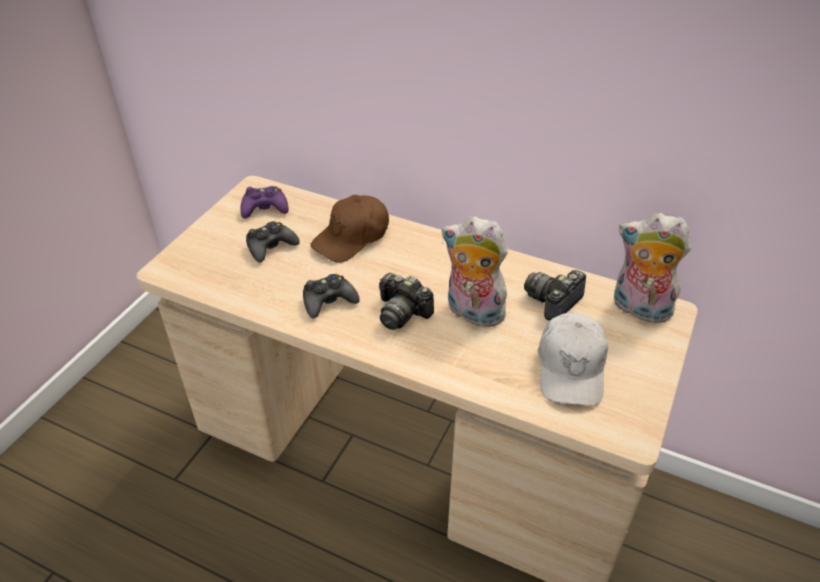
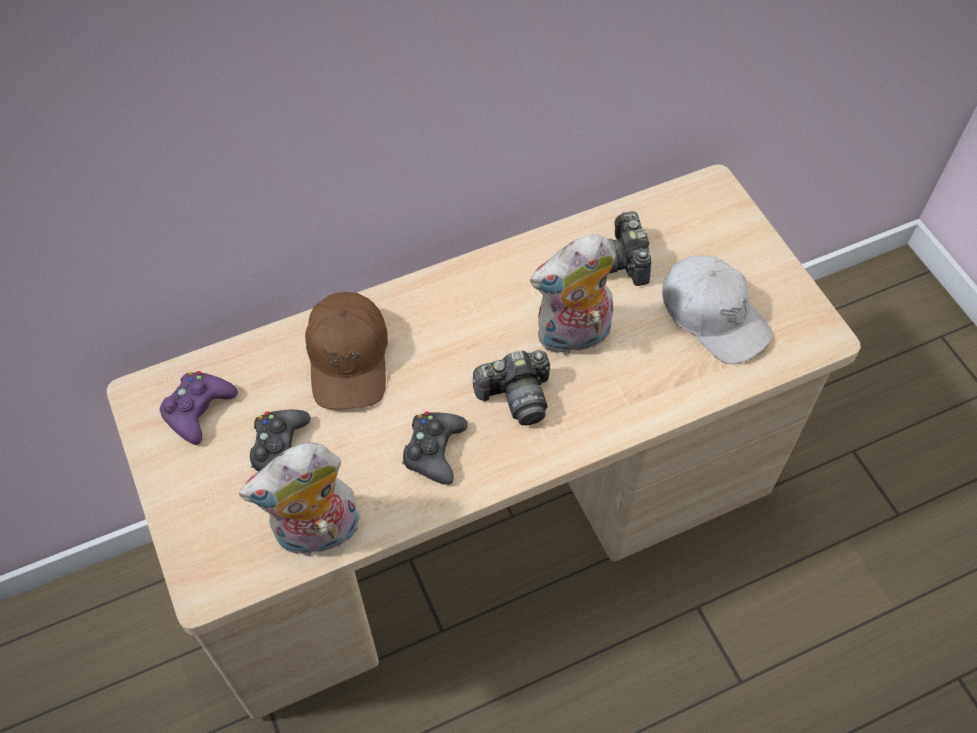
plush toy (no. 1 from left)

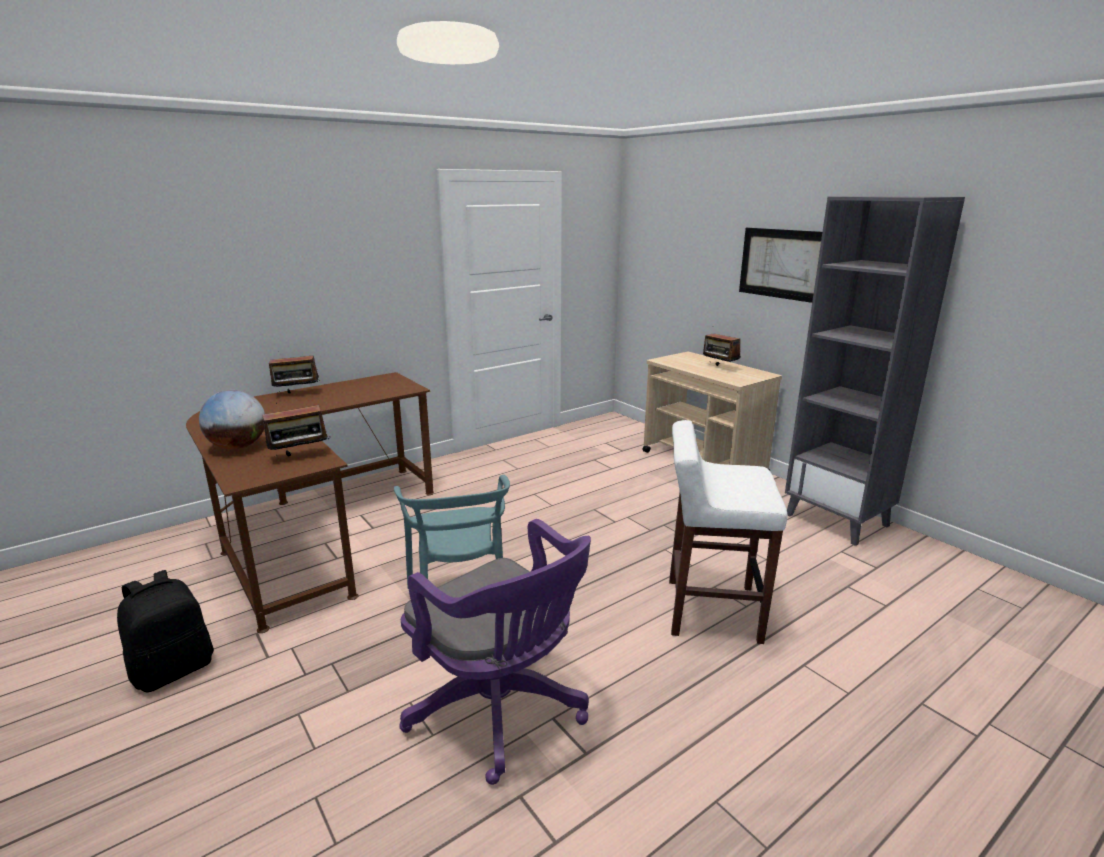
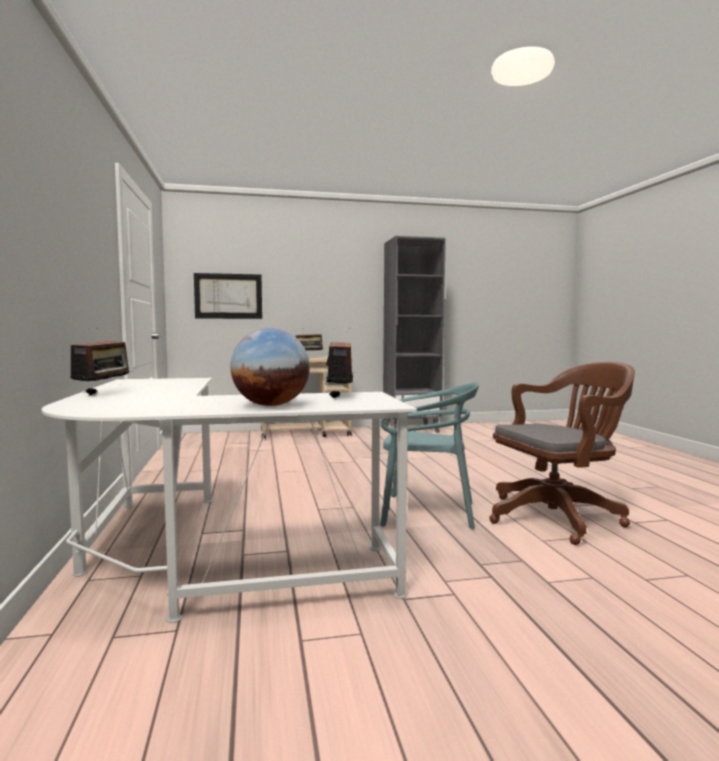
black-coloured backpack; white stool seat; picture; white desk table; brownish computer chair

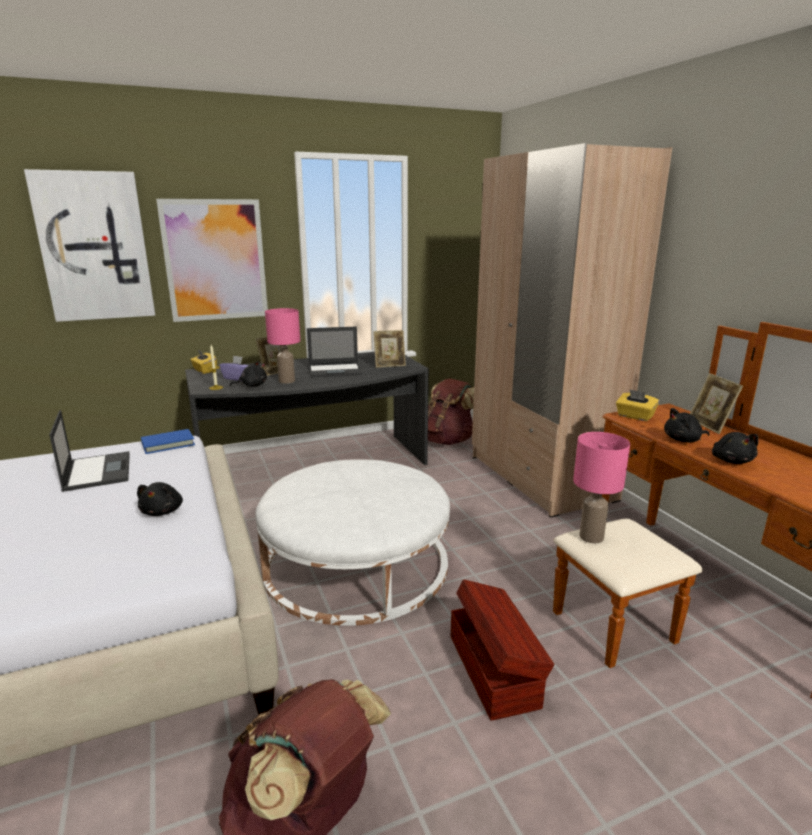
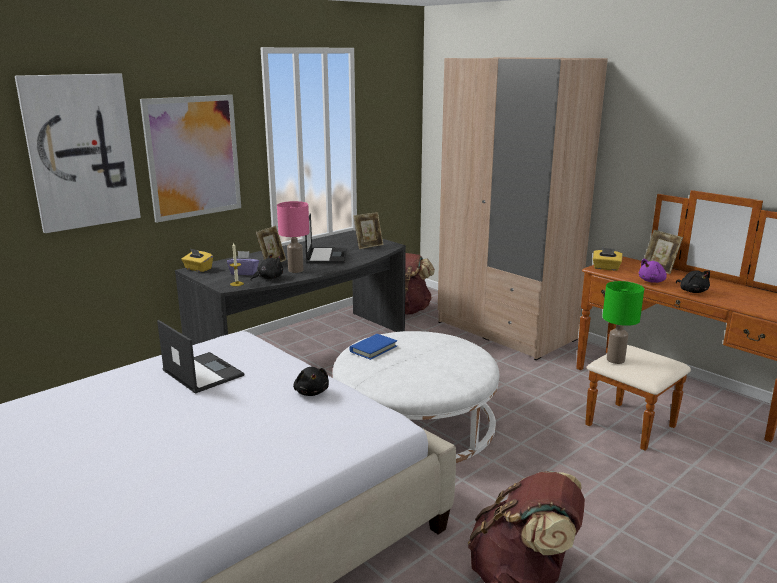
brownish storage box; blue bound book; greenish lamp for a table; purplish plush toy; notebook computer (no. 2 from left)

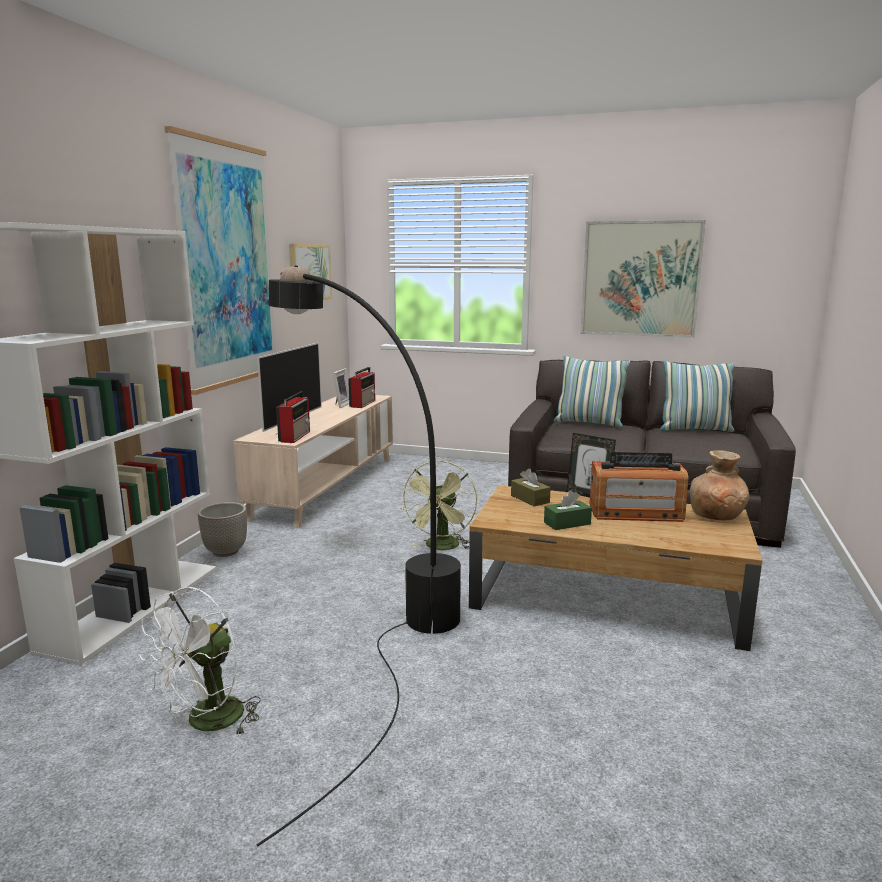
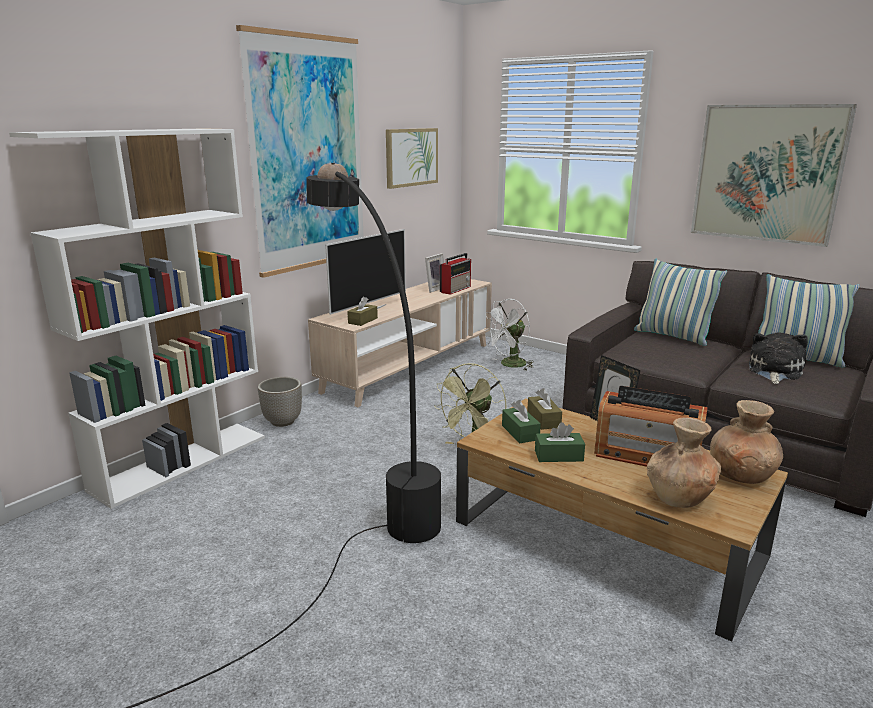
greenish box of tissues (no. 1 from left); brownish decorative vase (no. 1 from left); plush toy; white electric fan; brownish box of tissues (no. 1 from left)

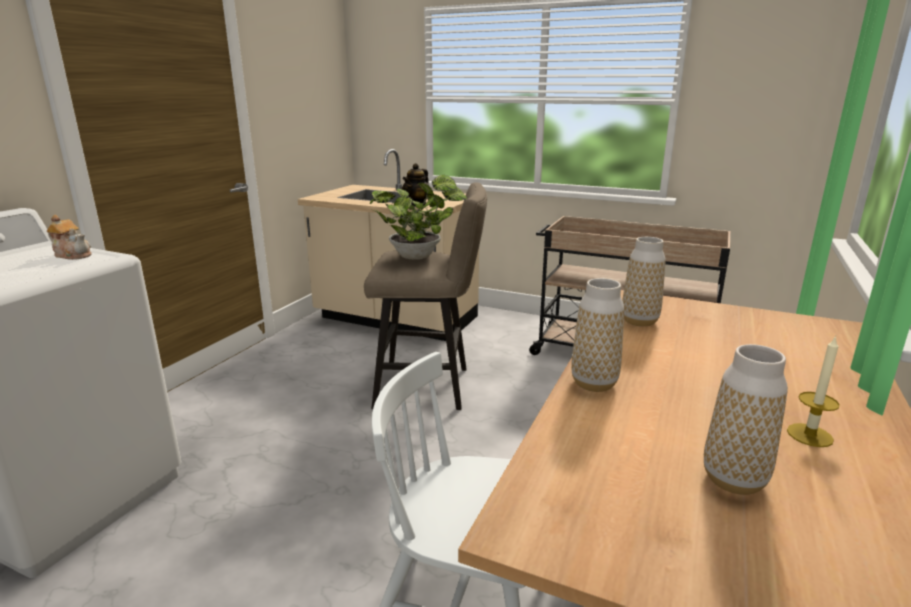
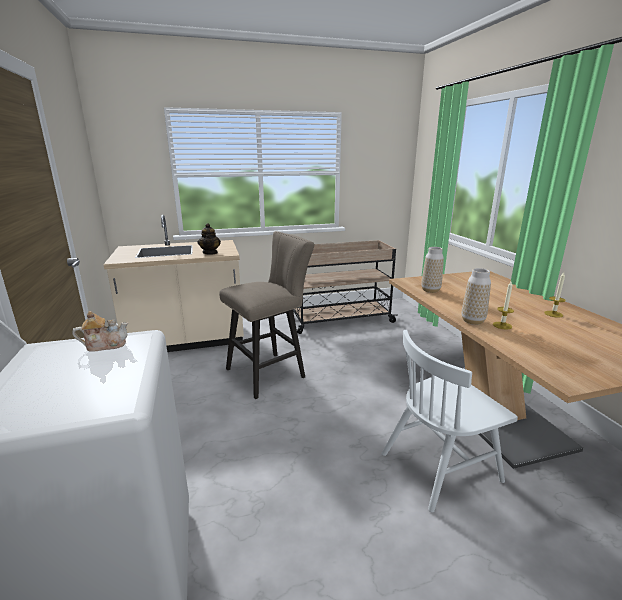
potted plant; decorative vase (no. 3 from left in the first image); wax candle (no. 1 from left)

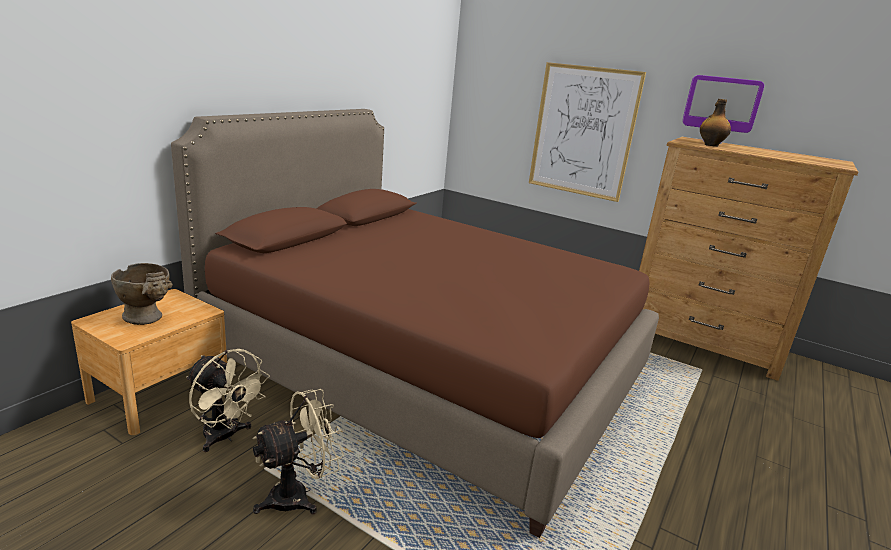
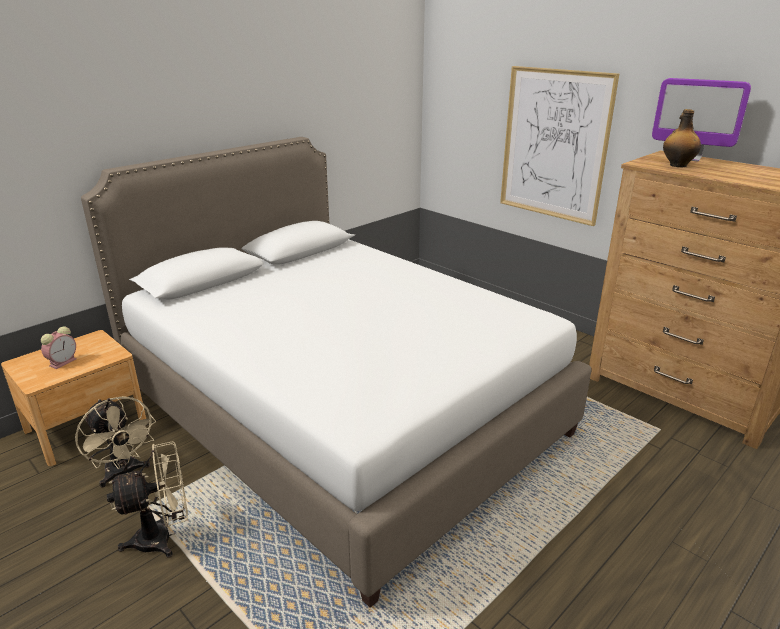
table clock; white sleeping bed

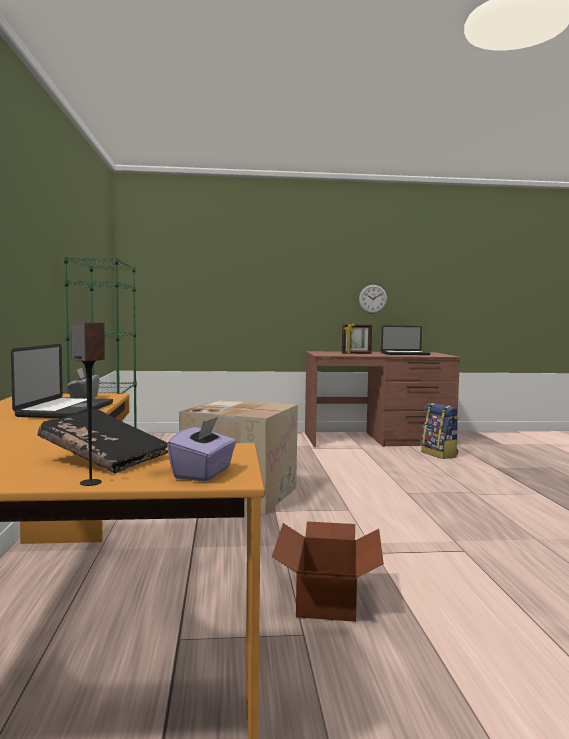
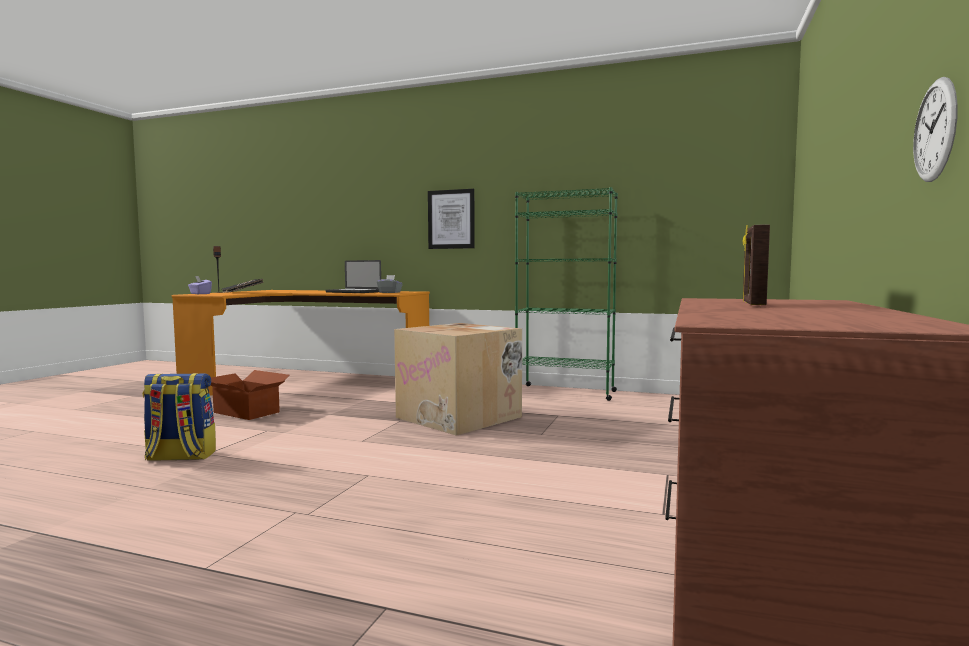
notebook computer (no. 2 from left in the first image); picture; backpack

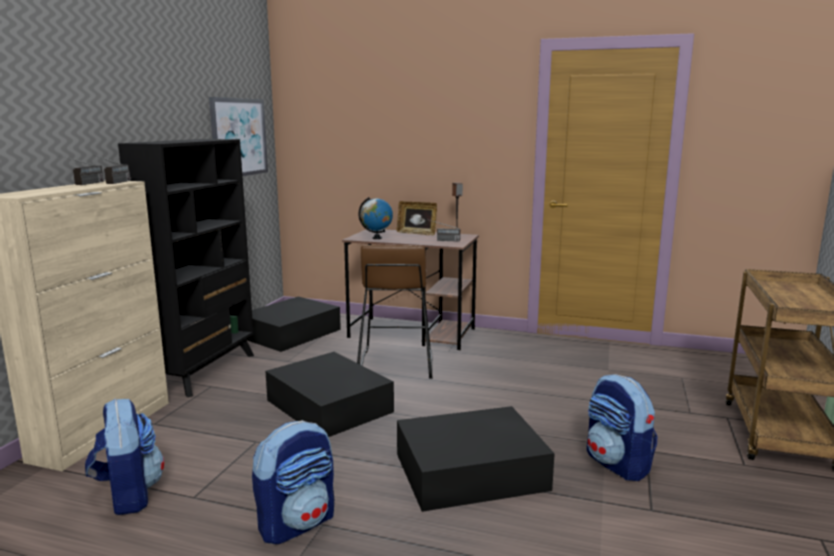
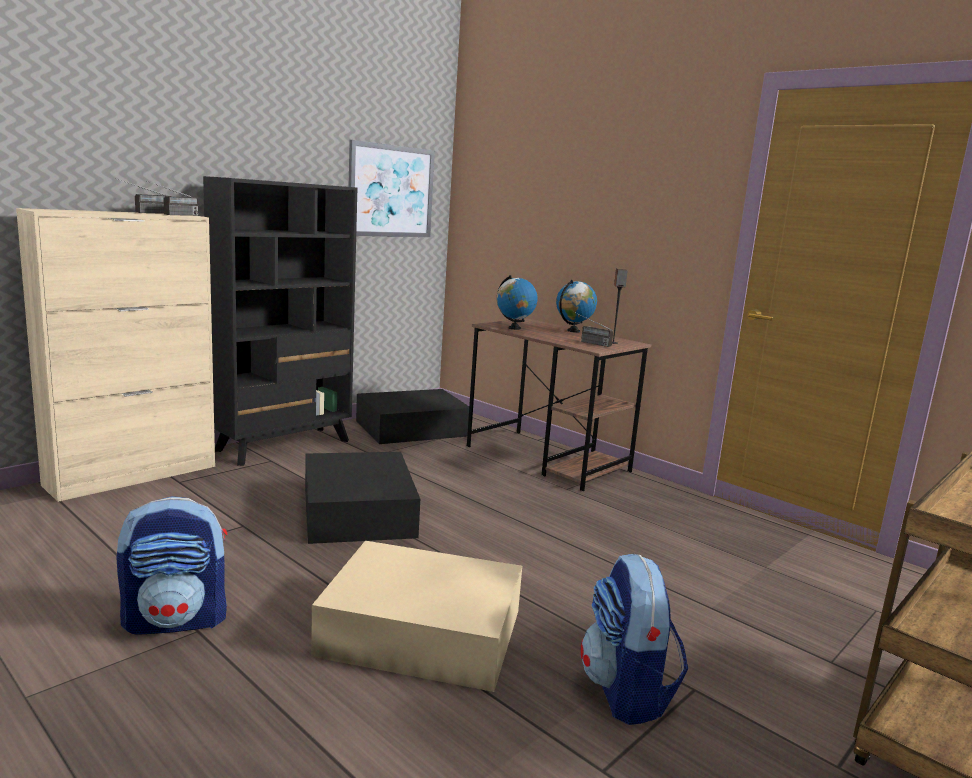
backpack (no. 1 from left in the first image); brownish stool seat; globe (no. 2 from left); beige storage box

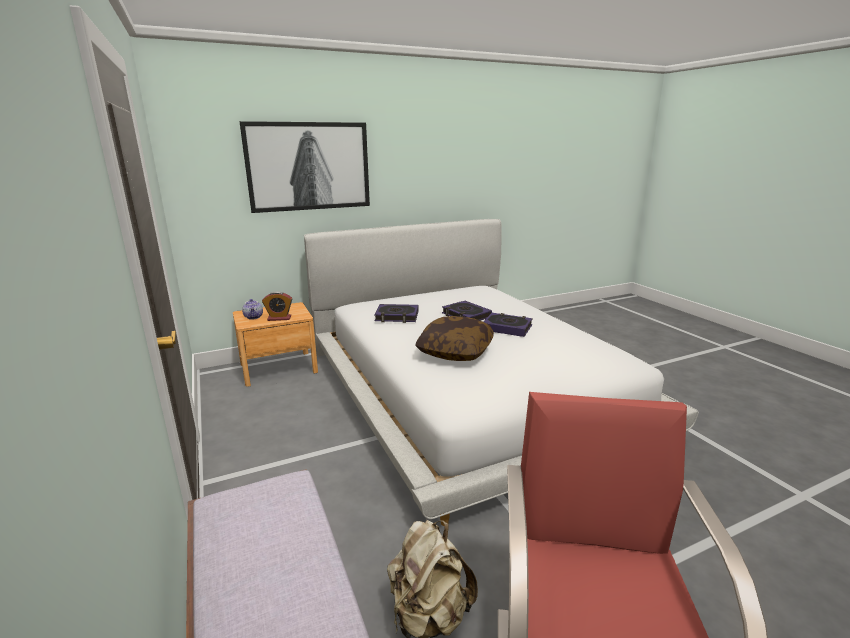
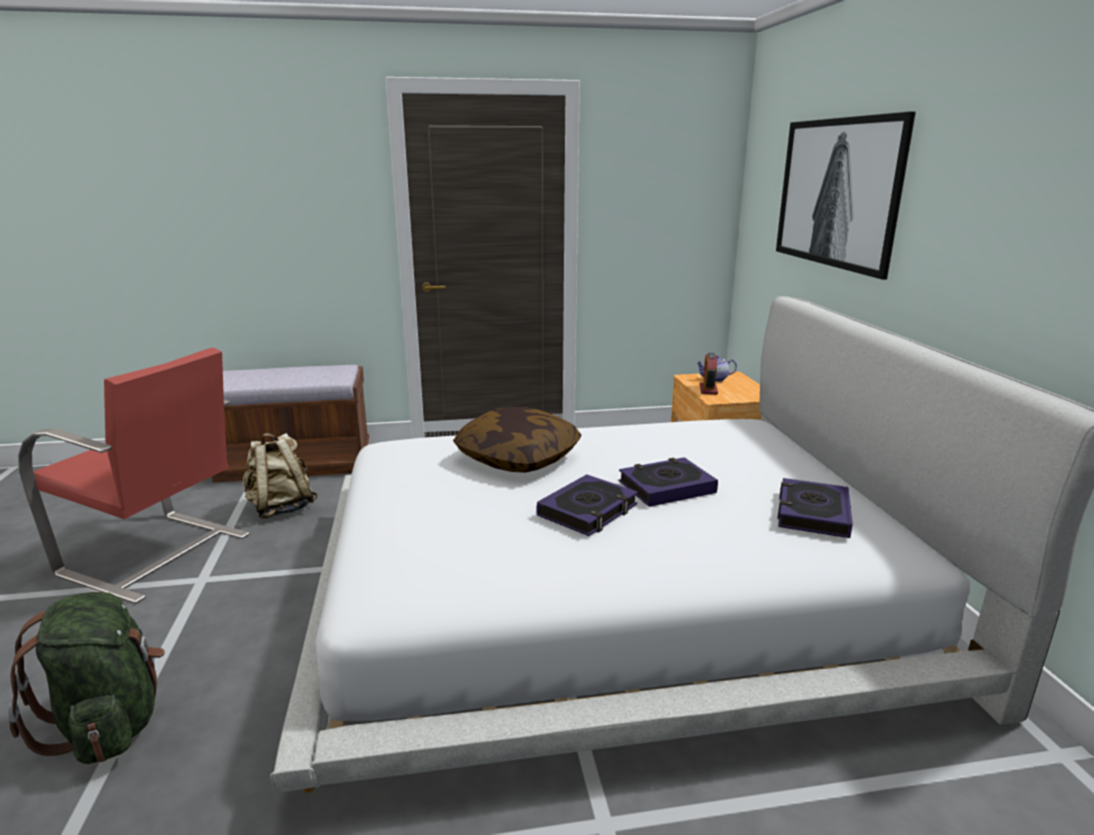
greenish backpack; bound book (no. 3 from left)

